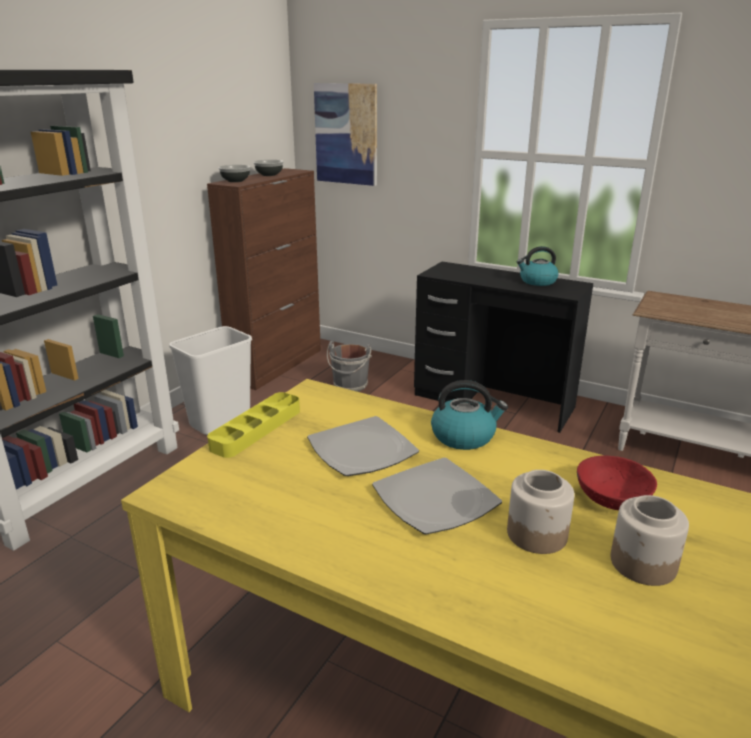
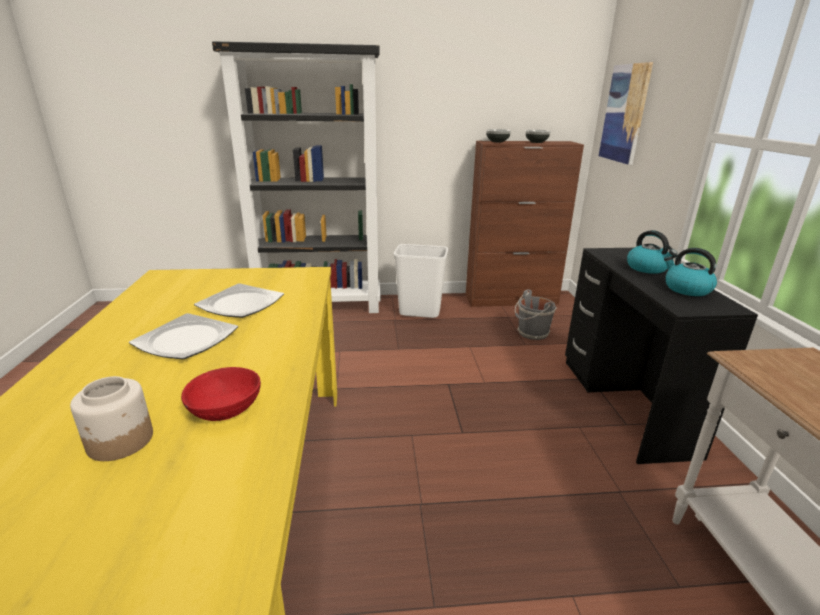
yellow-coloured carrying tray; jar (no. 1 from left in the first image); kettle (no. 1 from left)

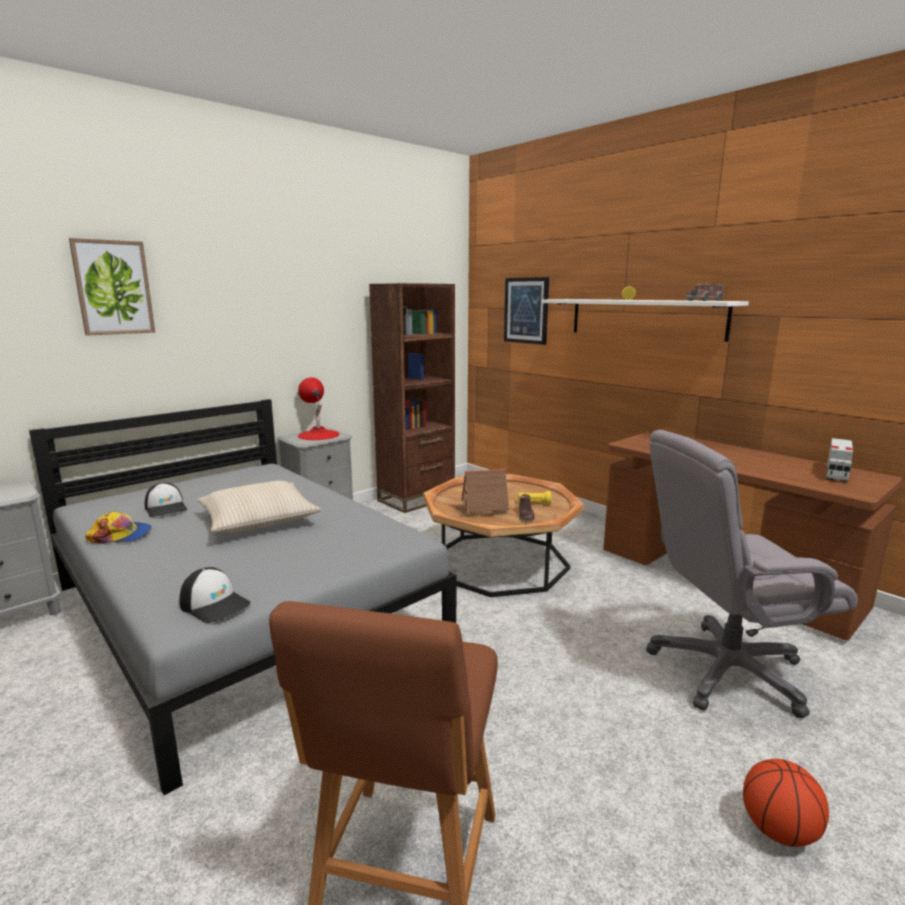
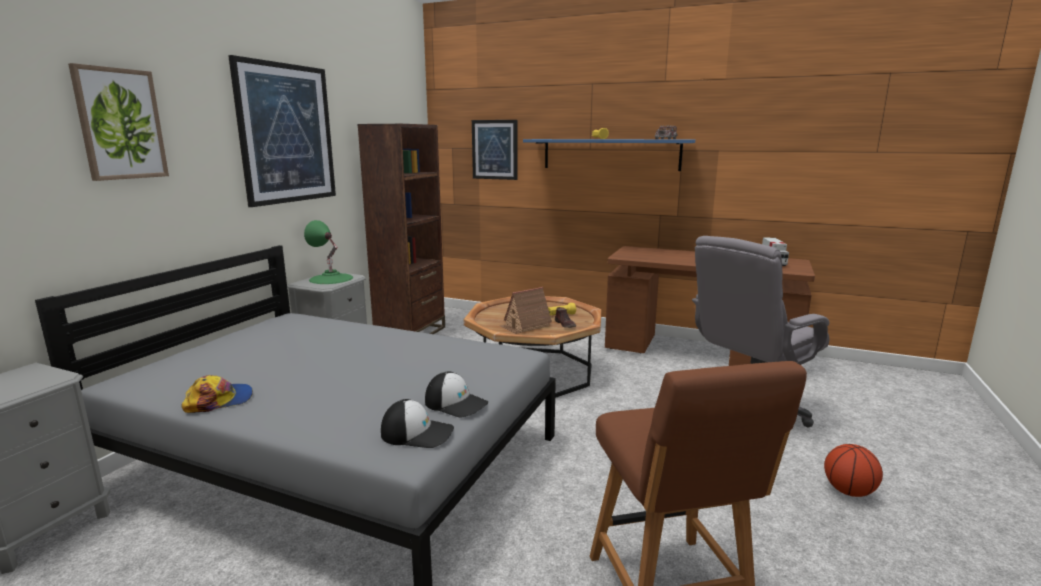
beige pillow; picture (no. 2 from left); peaked cap (no. 3 from left); greenish lamp for a table; blue bracket shelf

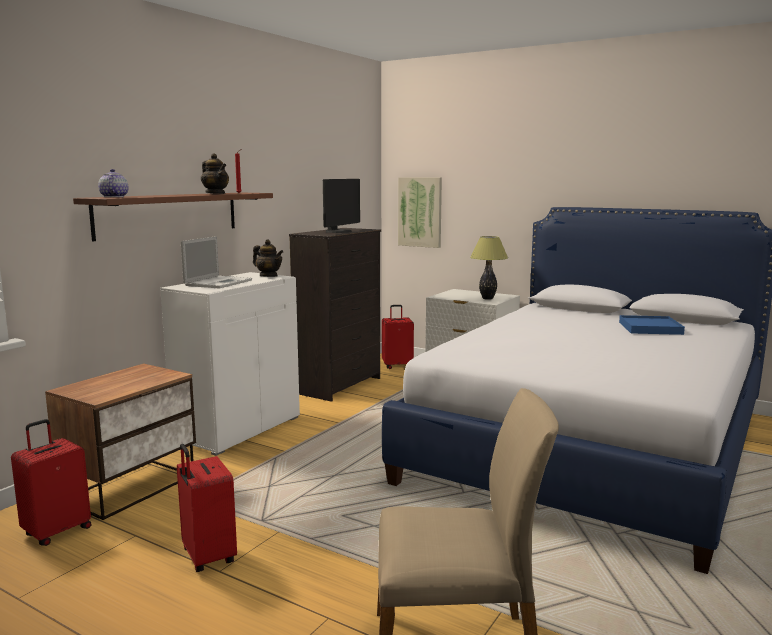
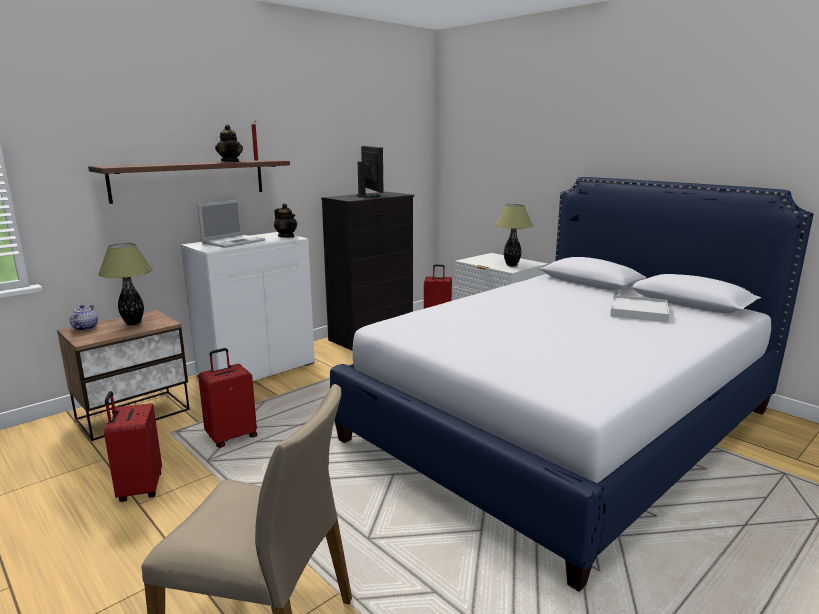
picture; lamp for a table (no. 1 from left); reddish piece of luggage (no. 2 from left); pot for tea (no. 1 from left); white carrying tray; computer screen

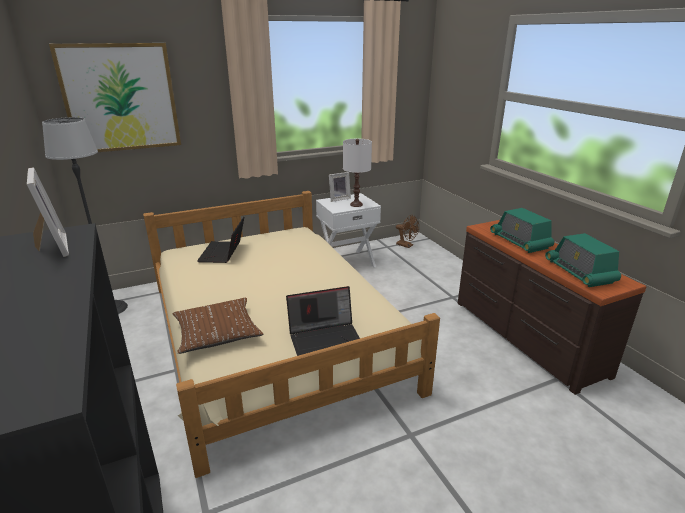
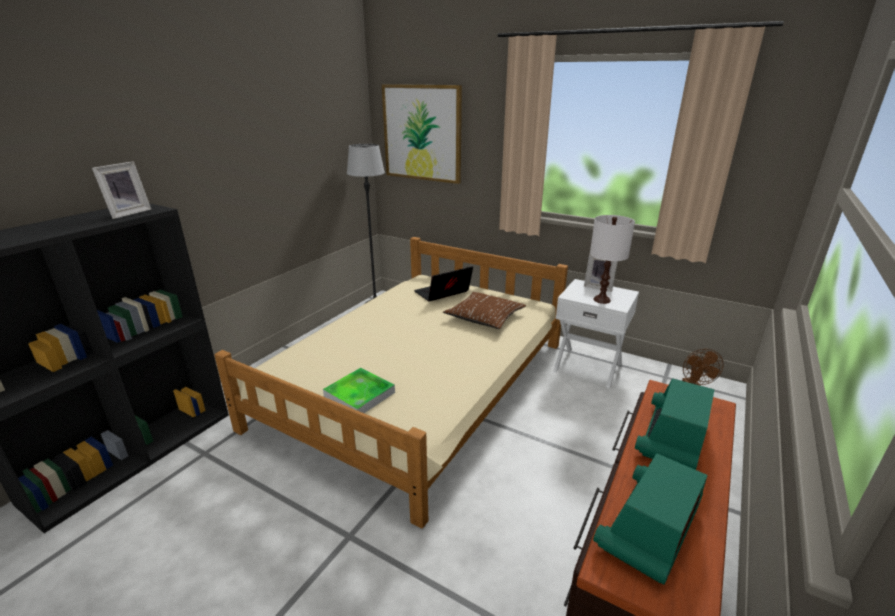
brownish pillow; carrying tray

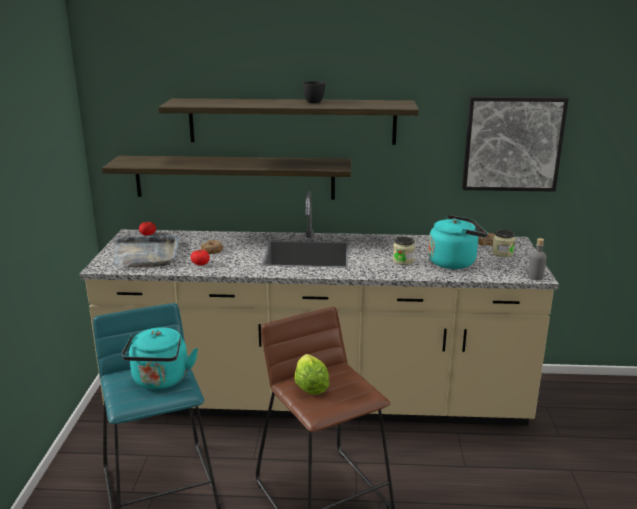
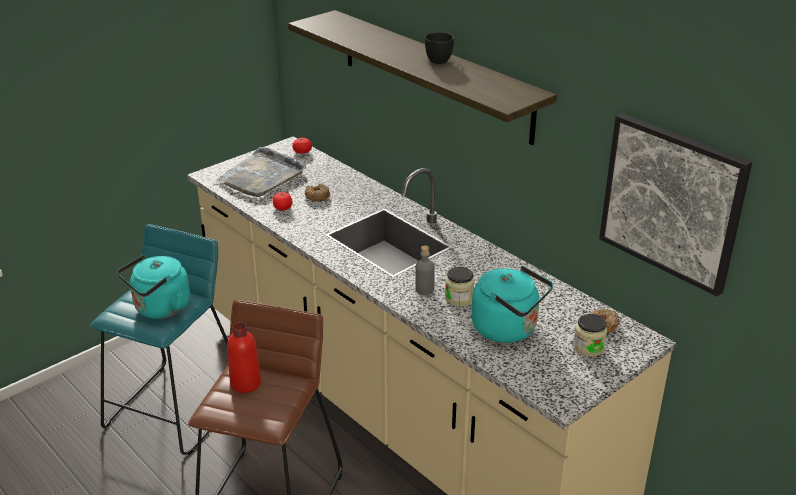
bracket shelf (no. 1 from left in the first image); gray bottle; reddish bottle

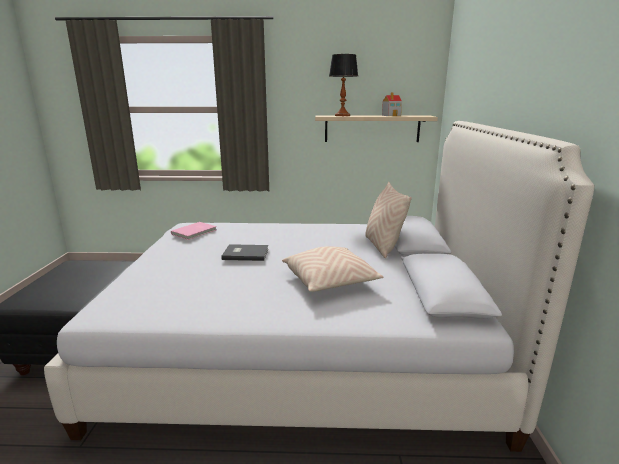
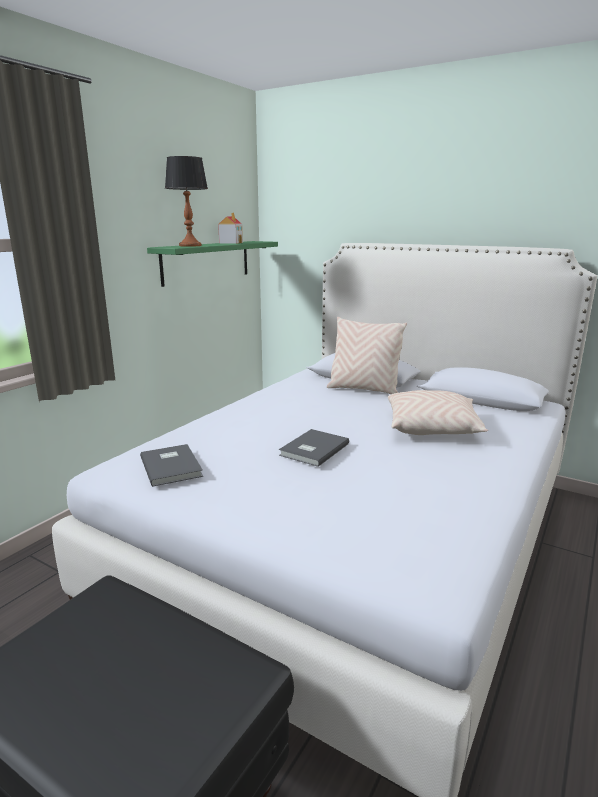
gray bound book (no. 1 from left); greenish bracket shelf

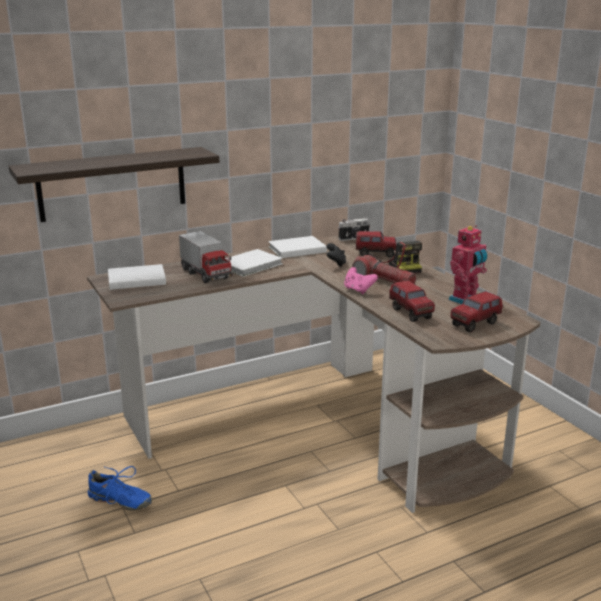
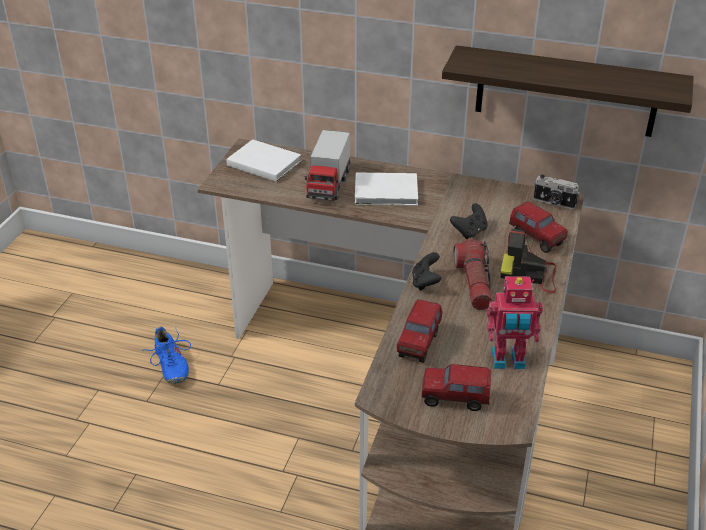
white bound book (no. 3 from left in the first image); bracket shelf; black-coloured gamepad (no. 1 from left); photo camera (no. 1 from left)

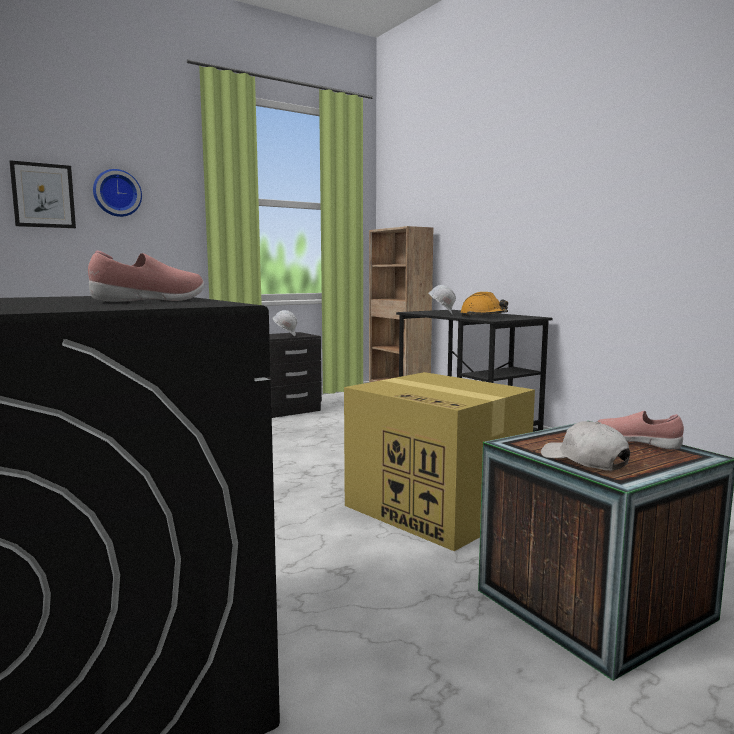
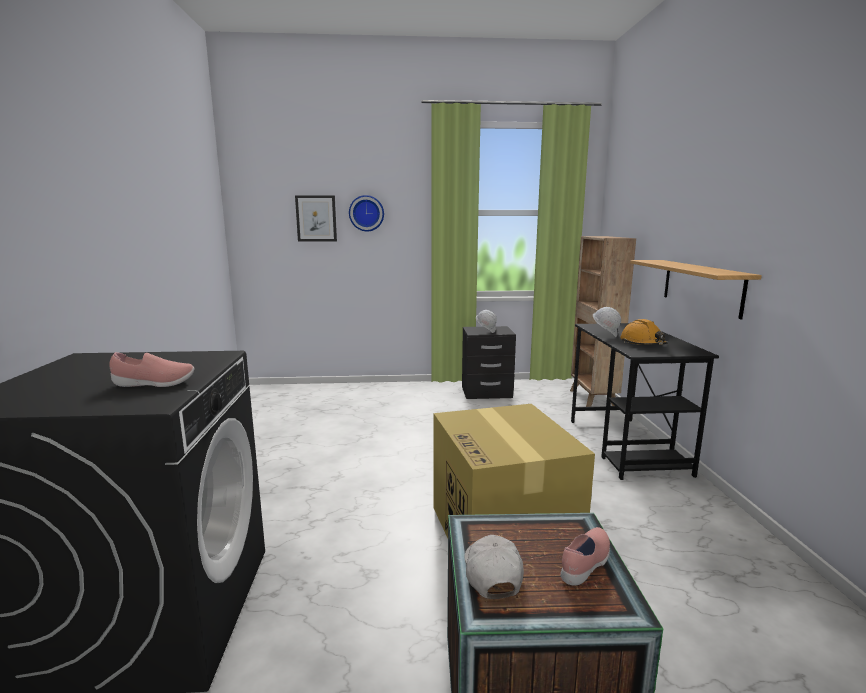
bracket shelf; pink shoe (no. 2 from left)

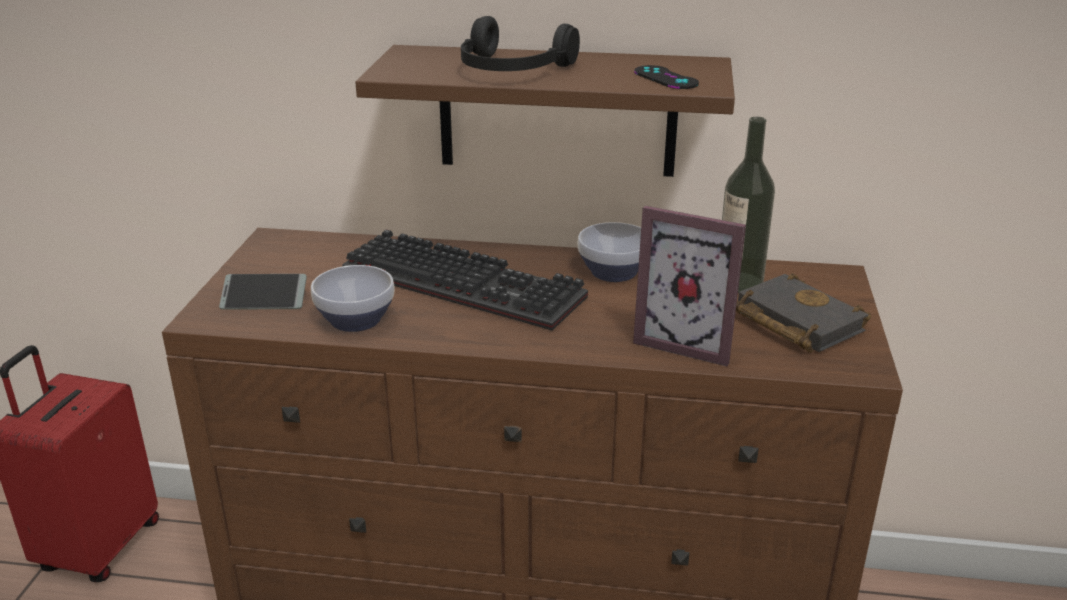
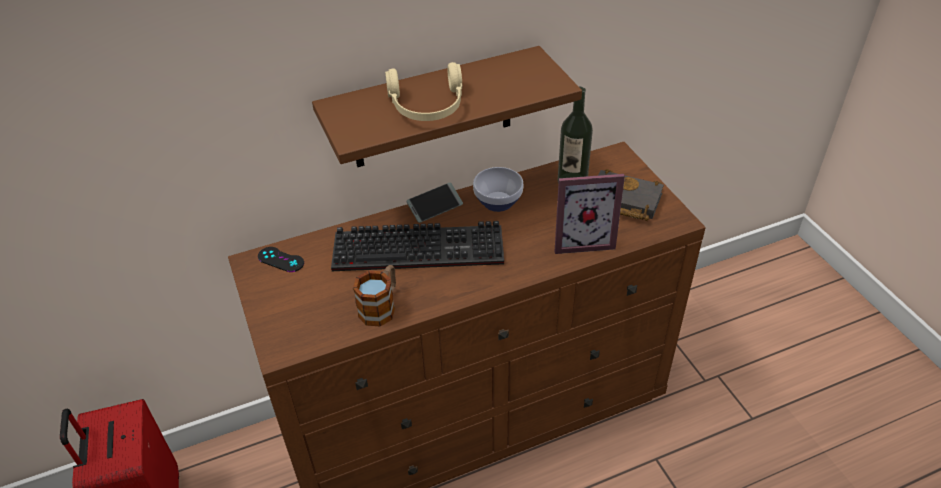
handset; black-coloured gamepad; tea mug; beige pair of headphones

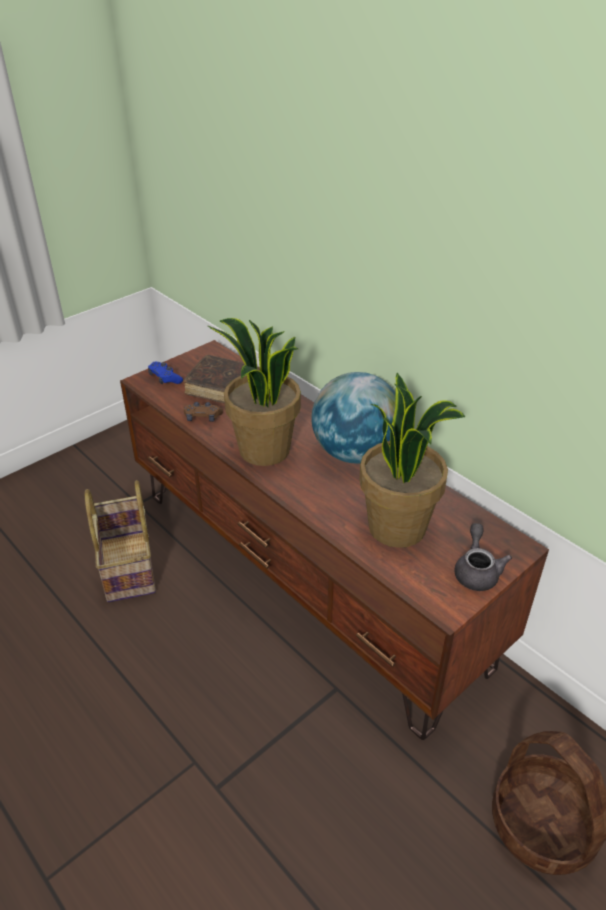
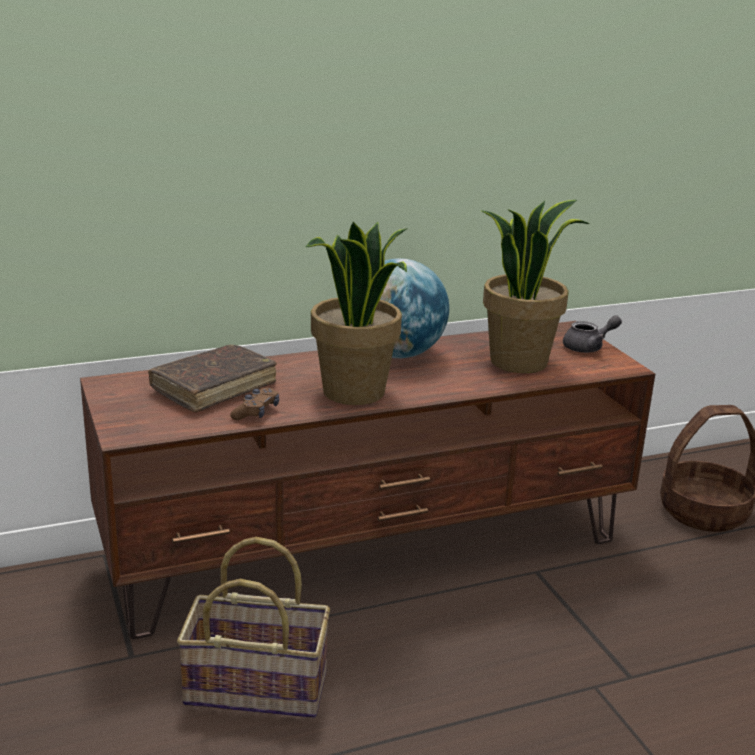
blue gamepad; gray pot for tea

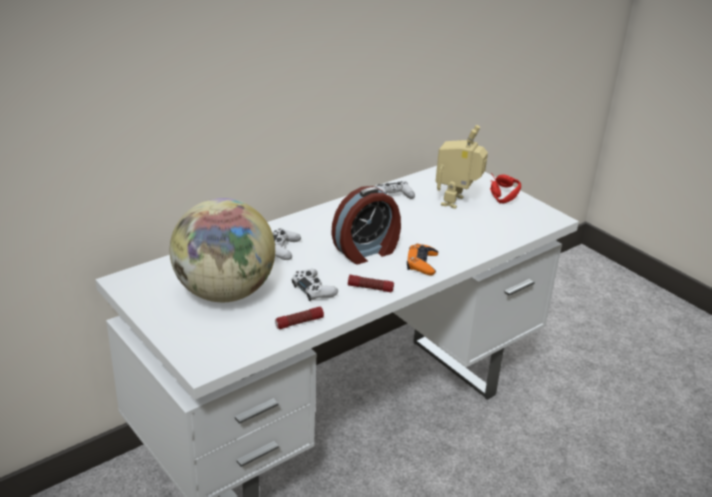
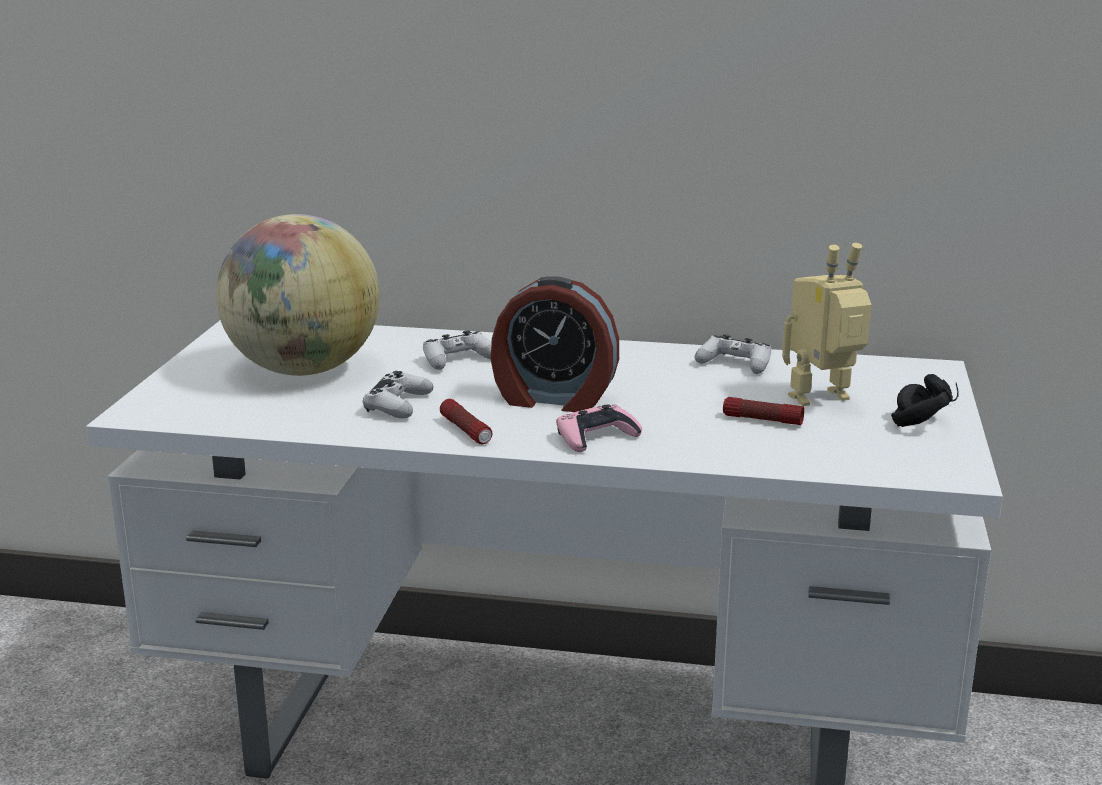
hand torch (no. 2 from left); pink gamepad; black-coloured pair of headphones

